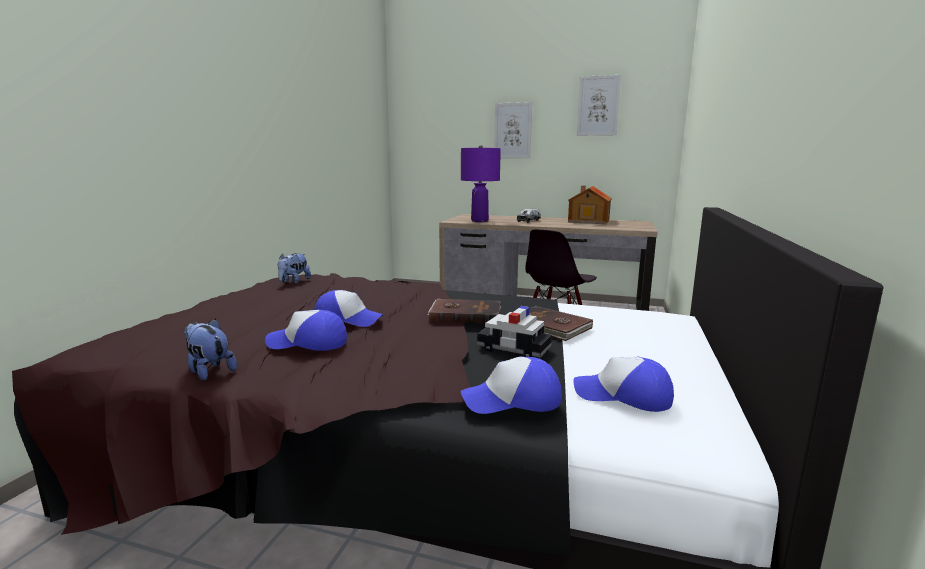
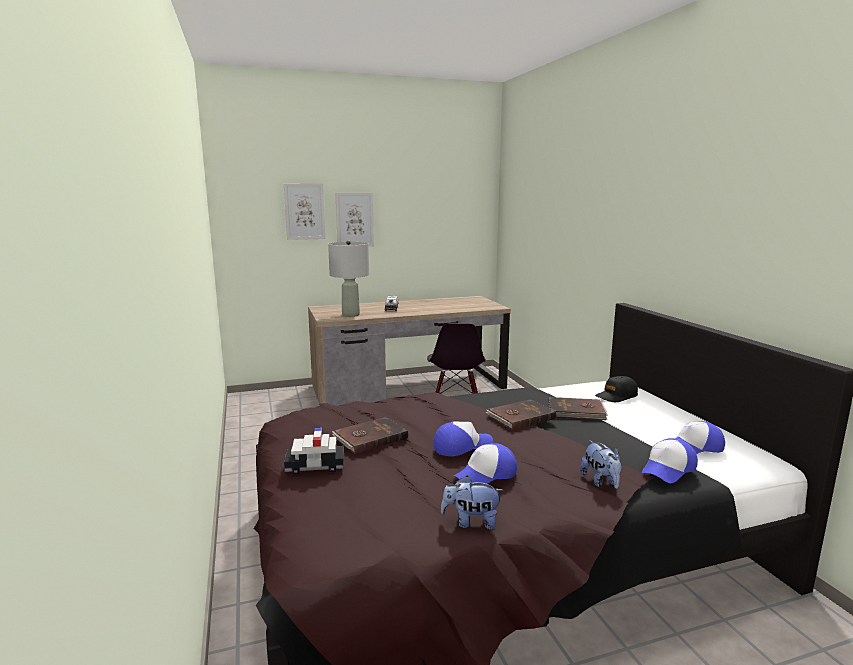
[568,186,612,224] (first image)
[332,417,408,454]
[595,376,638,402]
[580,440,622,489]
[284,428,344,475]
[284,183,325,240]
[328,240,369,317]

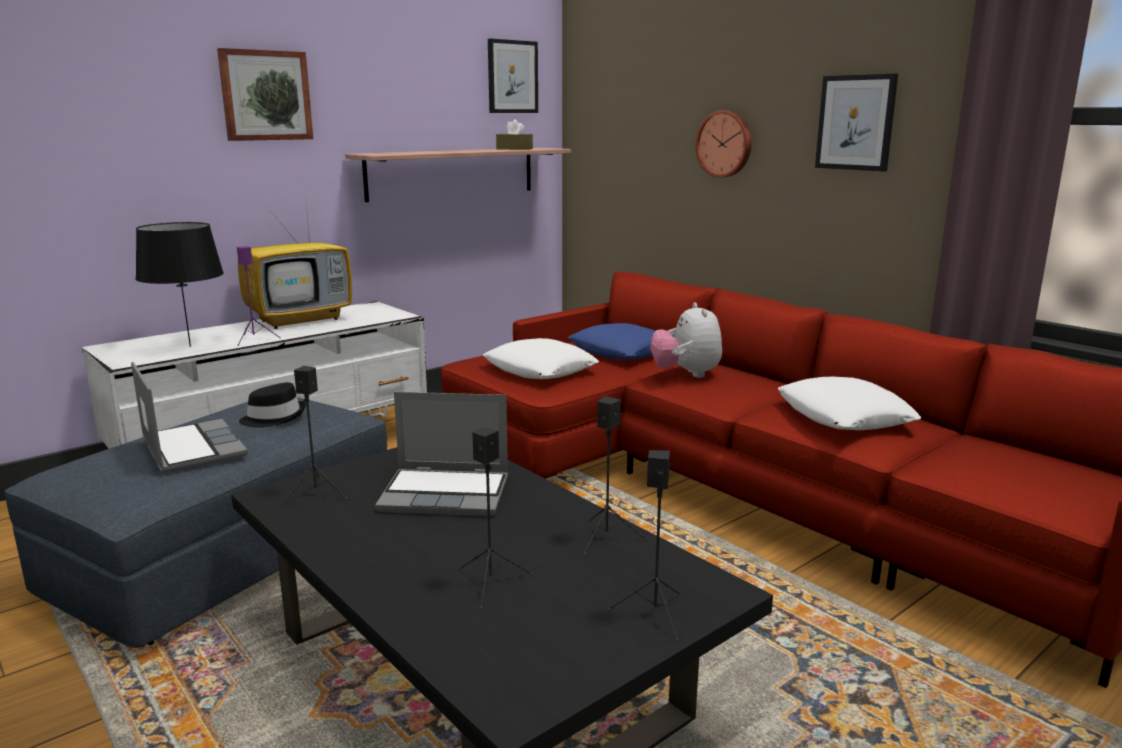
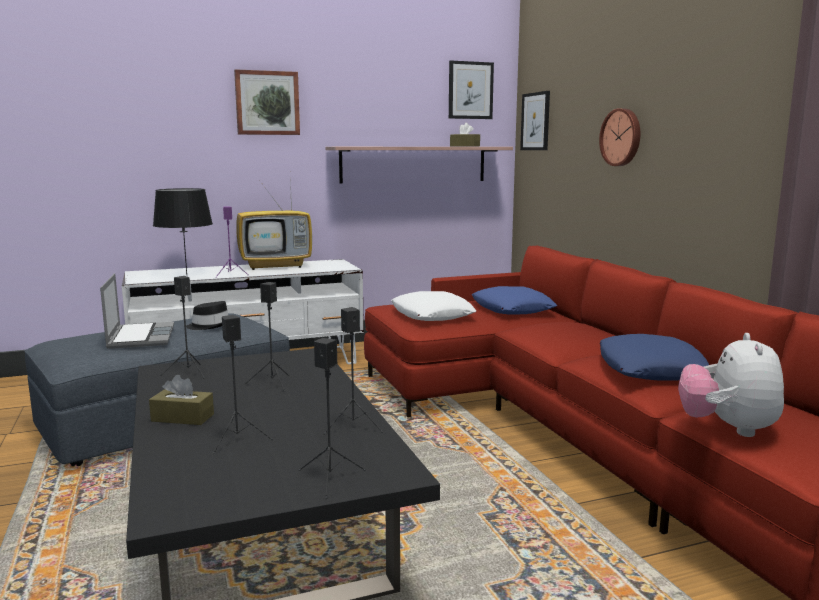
[149,375,214,425]
[678,333,784,437]
[520,91,550,150]
[244,282,289,392]
[600,334,709,381]

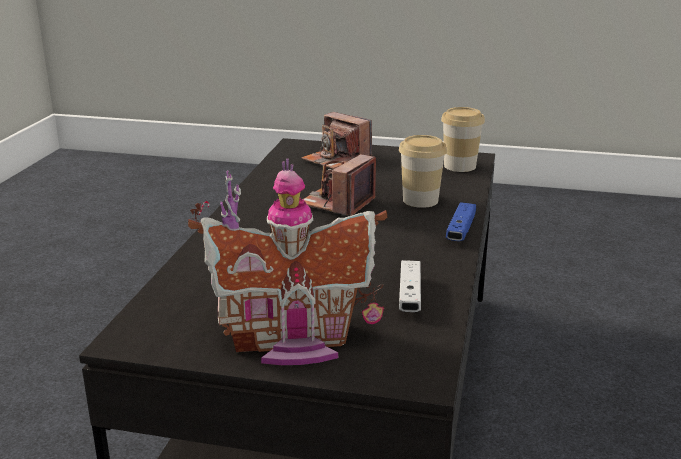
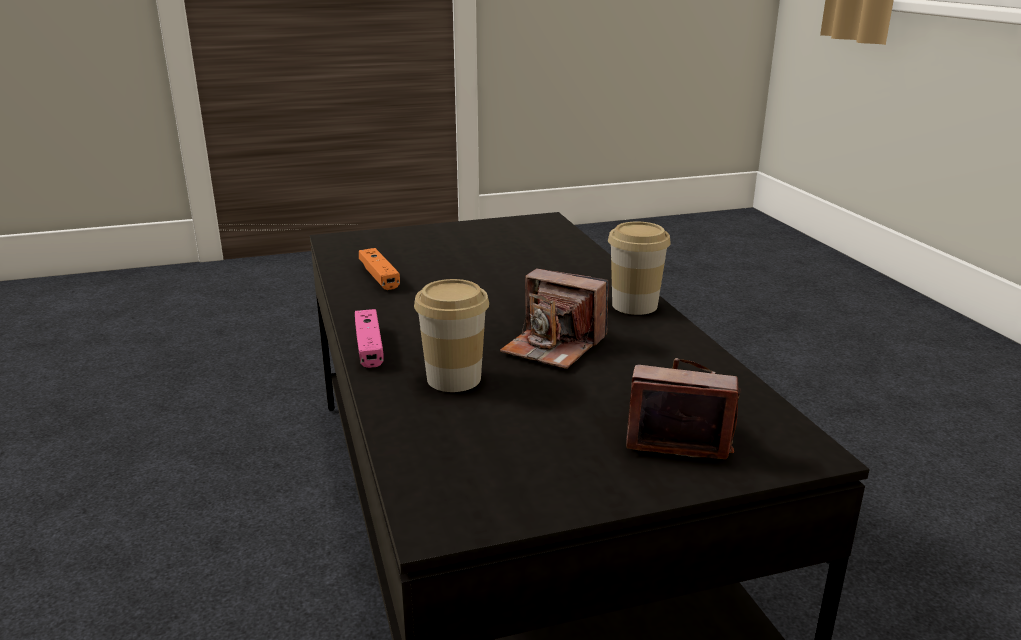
[188,159,387,365] (first image)
[608,222,671,315]
[359,248,400,290]
[355,309,384,368]
[500,268,609,369]

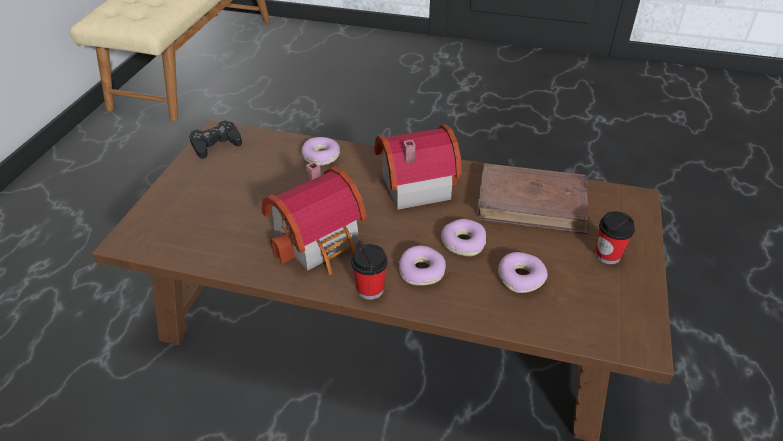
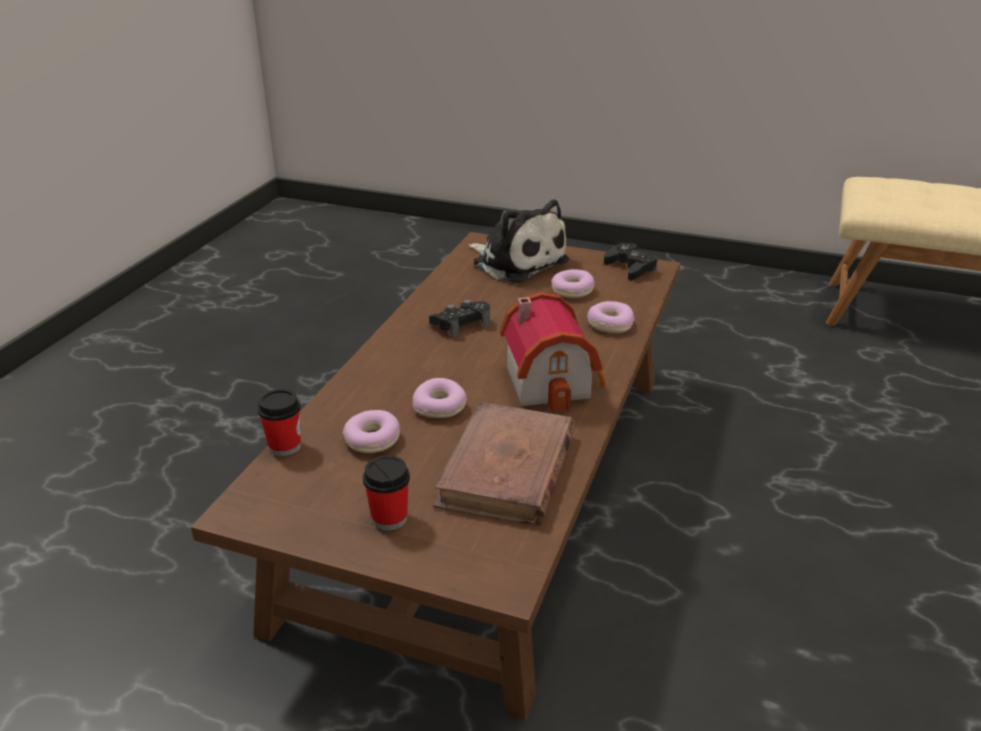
[468,200,569,283]
[257,389,301,456]
[551,269,595,298]
[429,299,490,338]

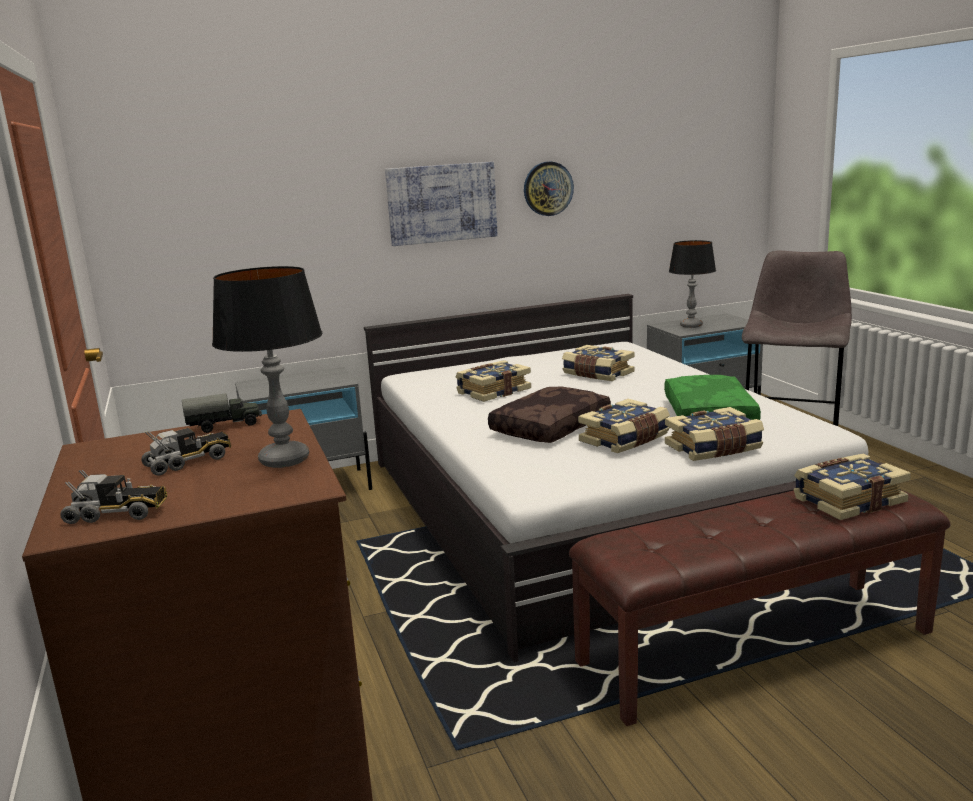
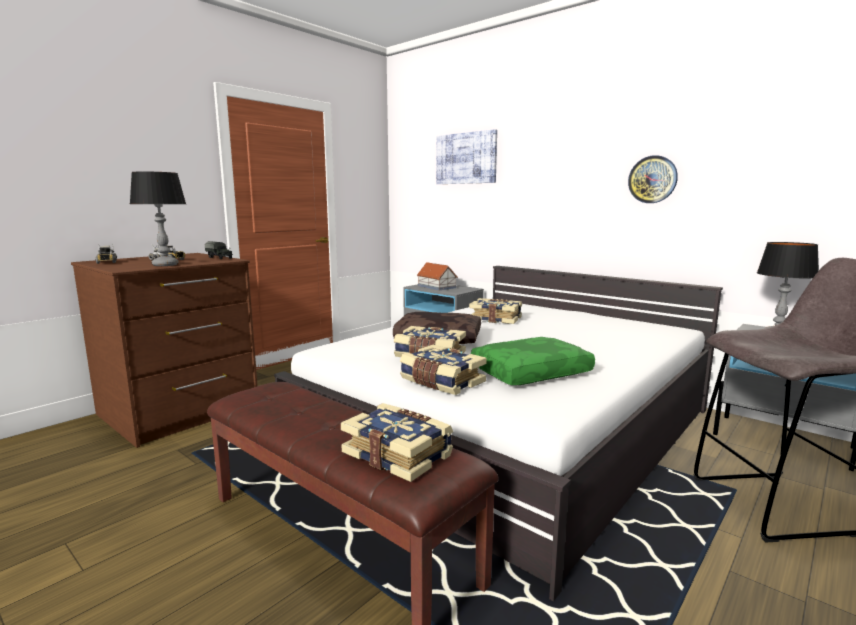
[562,345,634,381] (first image)
[417,262,458,290]
[436,129,497,184]

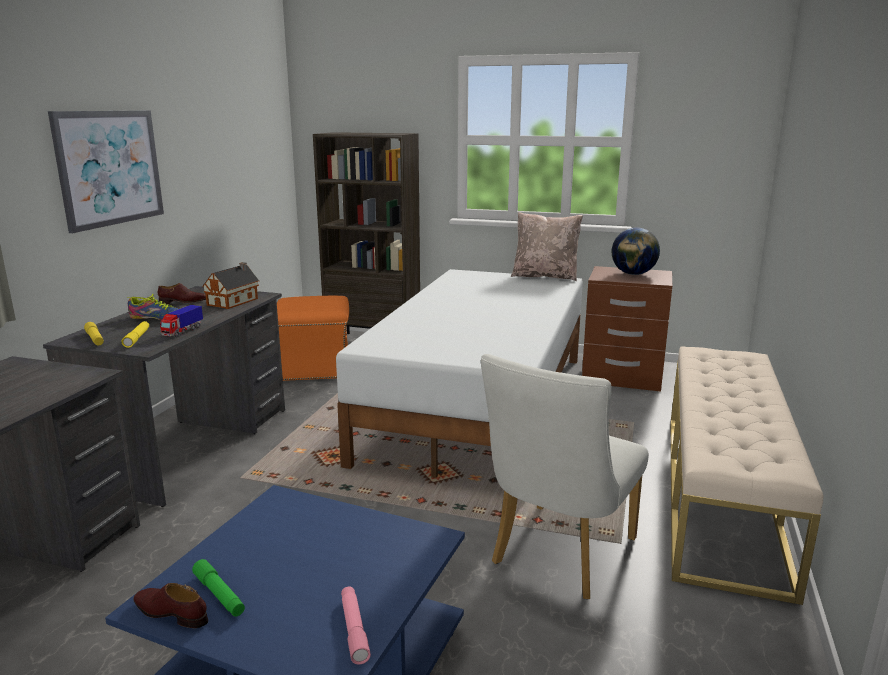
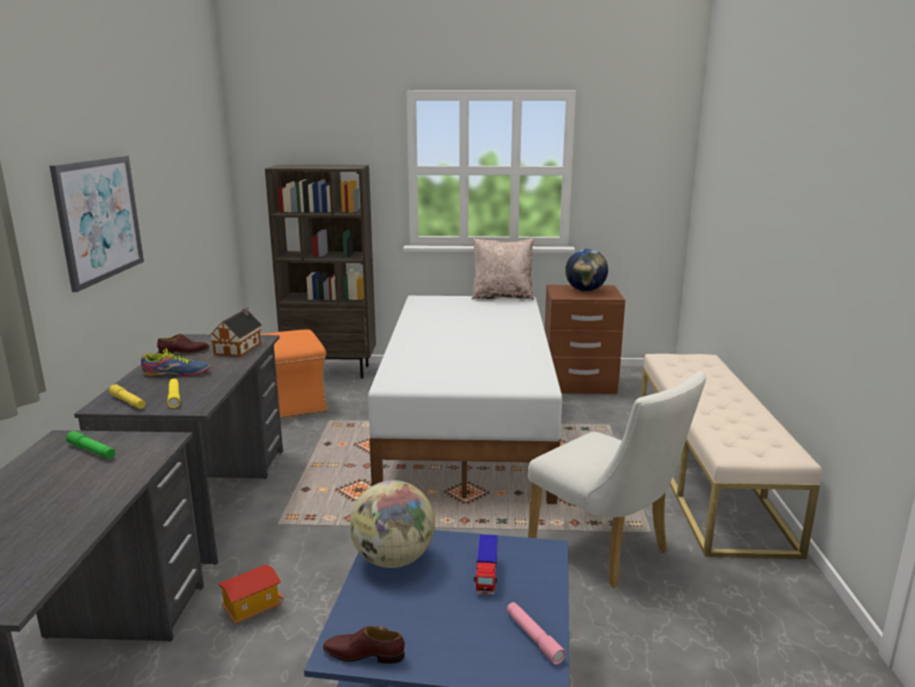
[218,564,284,625]
[349,480,435,568]
[474,534,498,595]
[66,431,115,459]
[528,371,706,588]

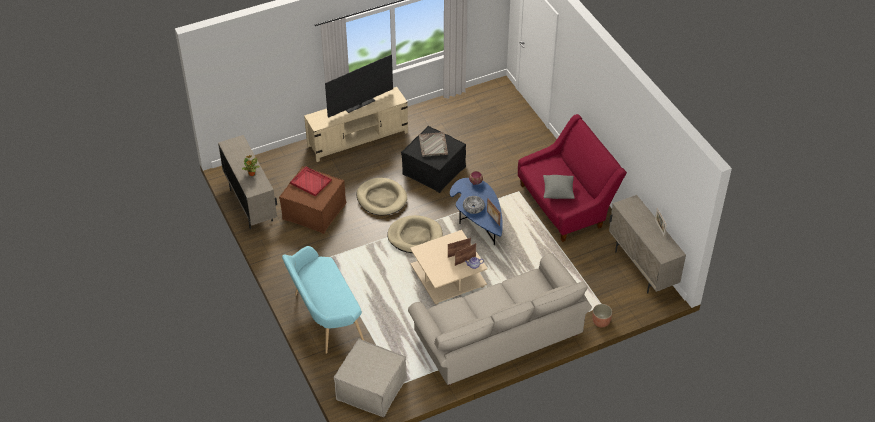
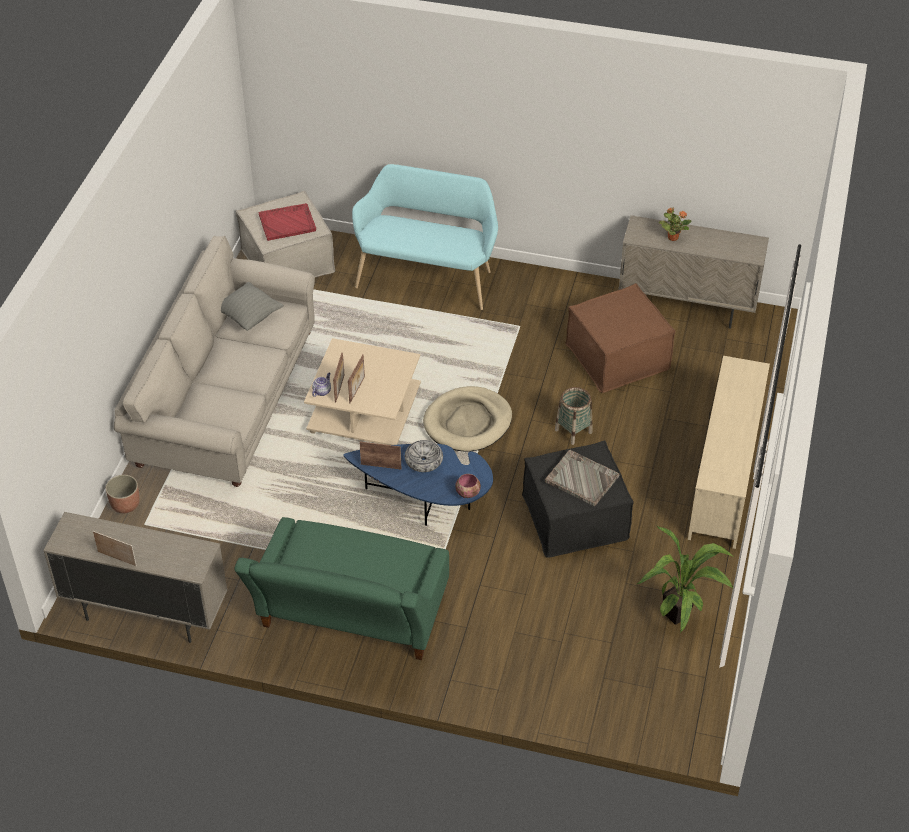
[325,55,393,118] (first image)
[637,525,733,632]
[259,203,316,241]
[221,282,284,331]
[555,387,592,445]
[234,517,449,660]

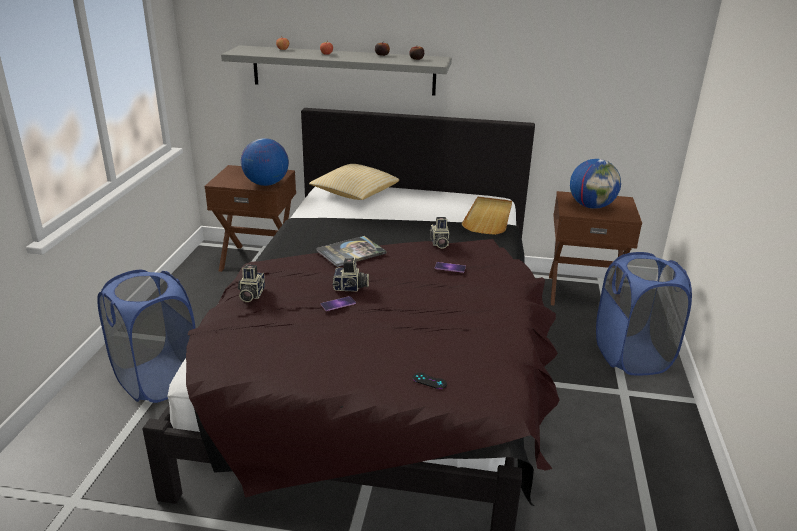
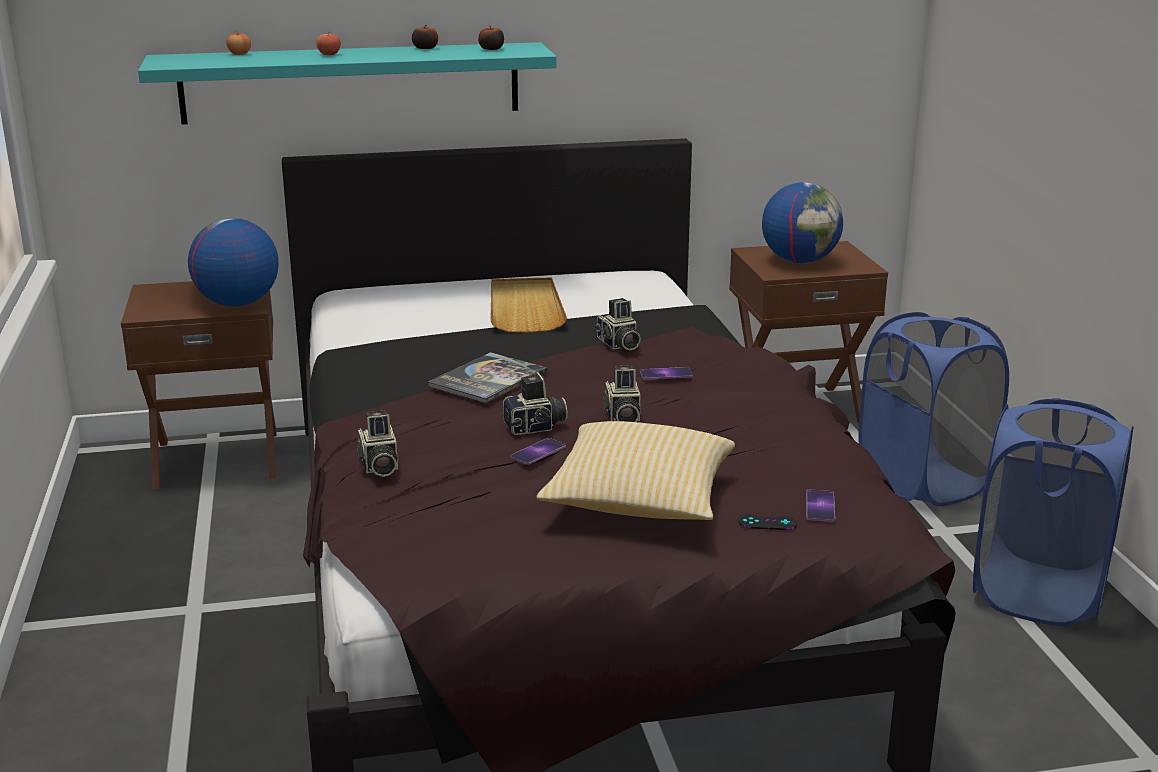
[603,365,640,422]
[806,489,835,522]
[973,398,1133,626]
[537,421,735,520]
[490,277,567,333]
[138,42,556,125]

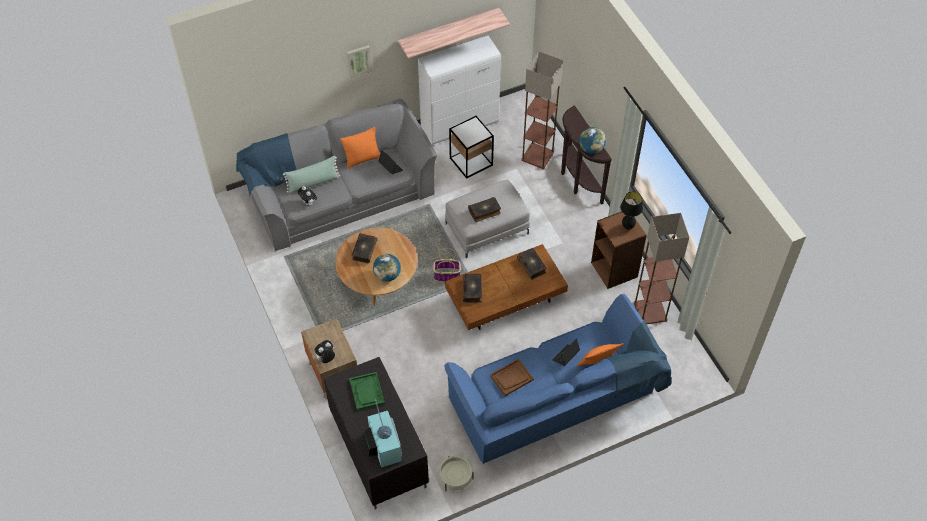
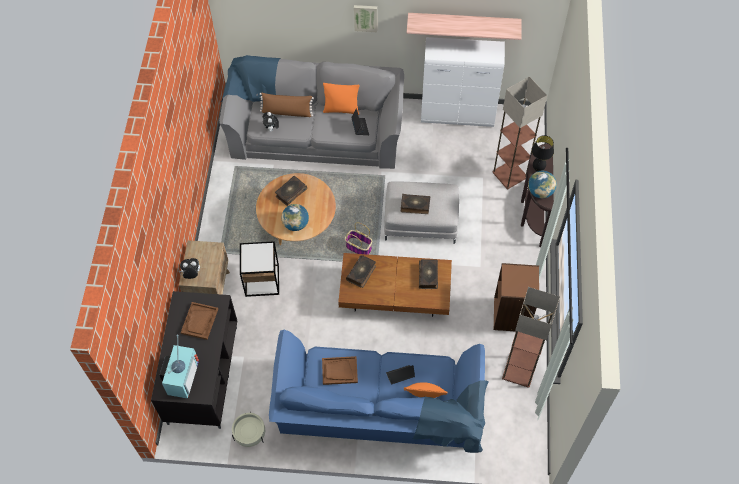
[240,241,279,297]
[532,135,554,171]
[260,92,314,117]
[181,302,218,340]

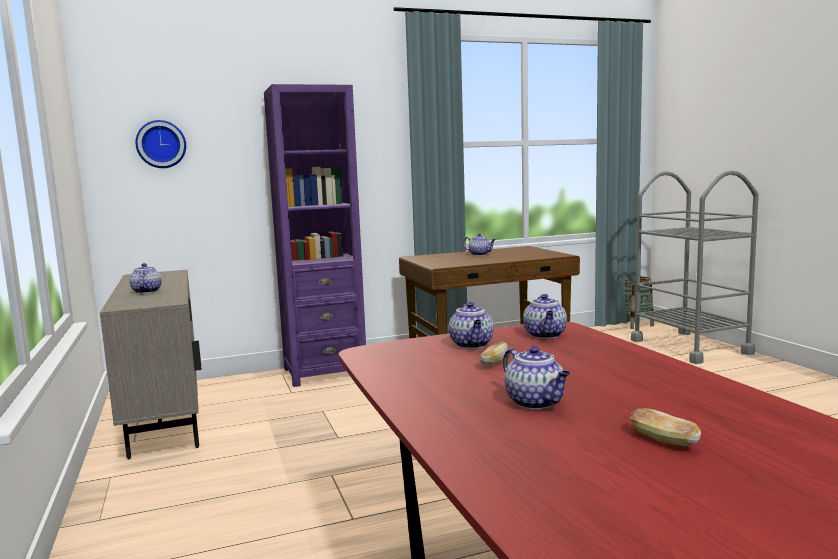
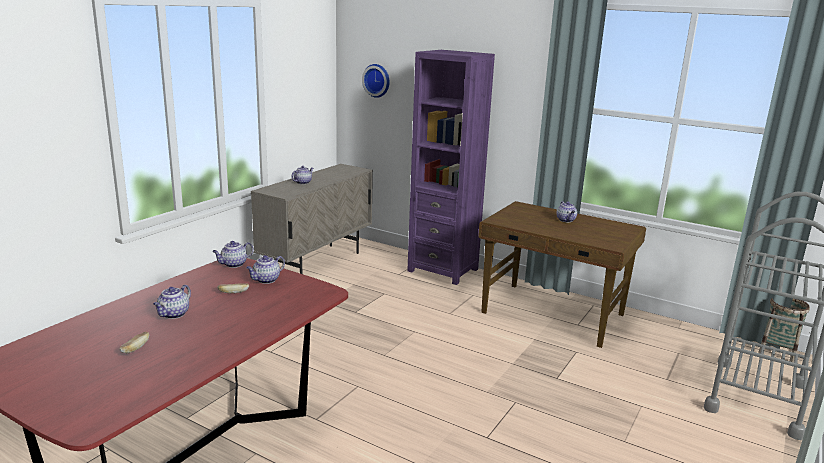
[212,241,254,268]

